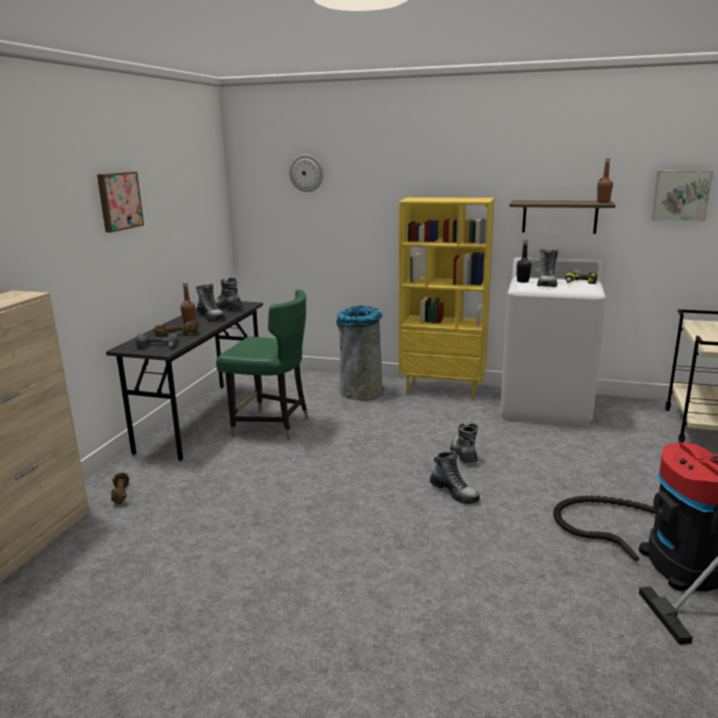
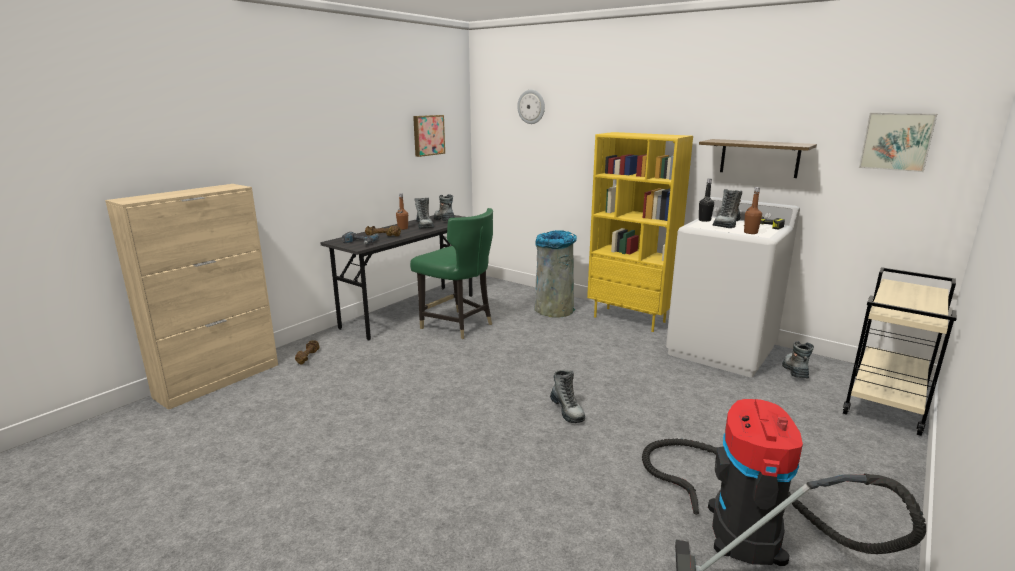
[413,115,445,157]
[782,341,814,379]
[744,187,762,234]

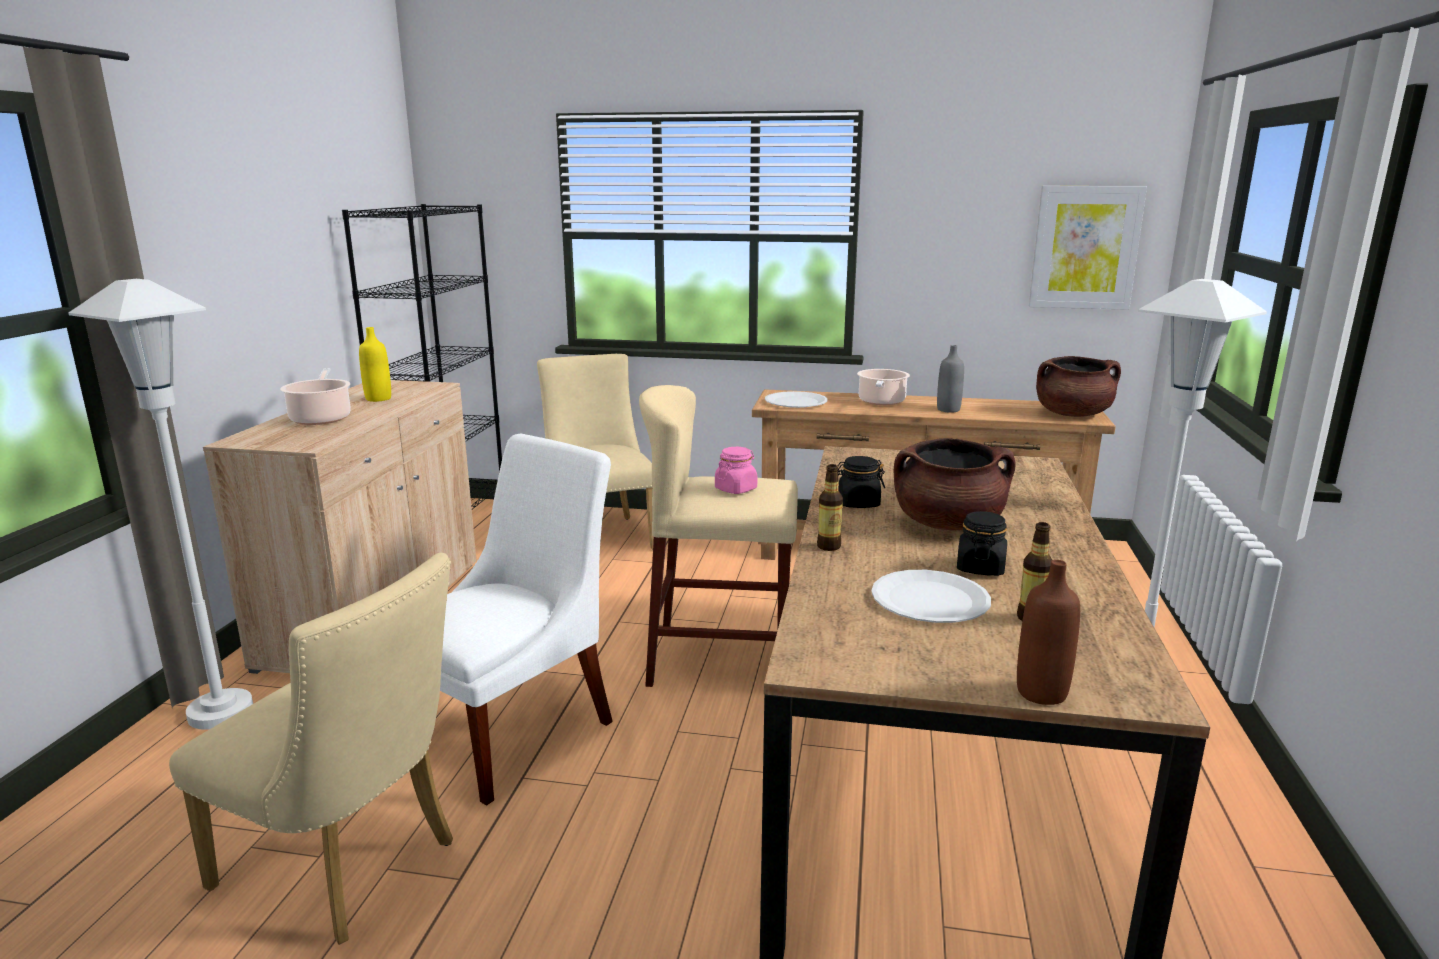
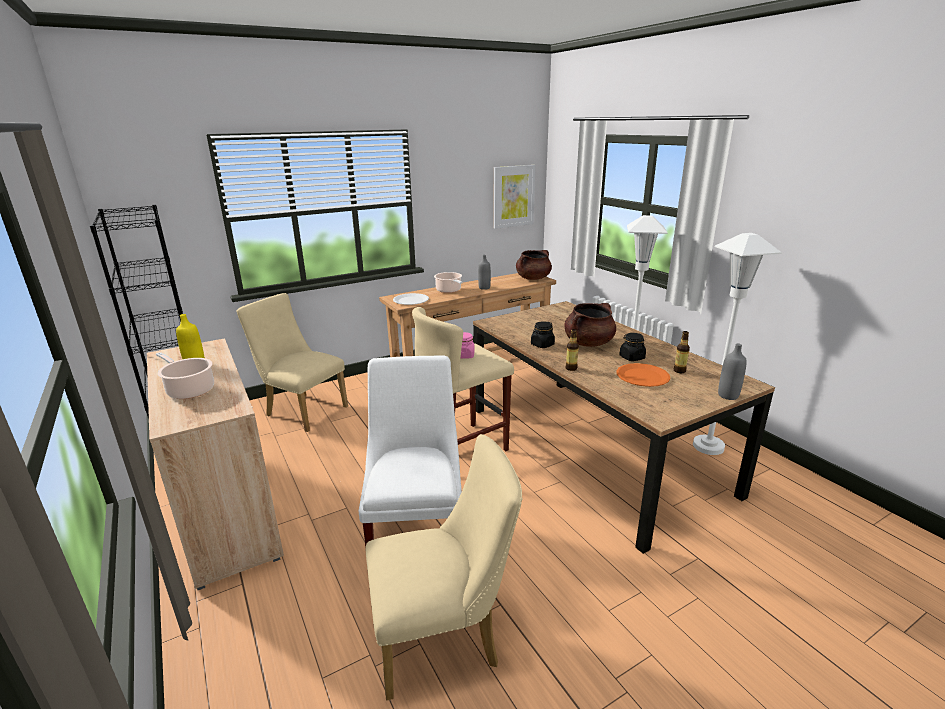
[693,233,782,455]
[616,363,670,387]
[718,343,747,400]

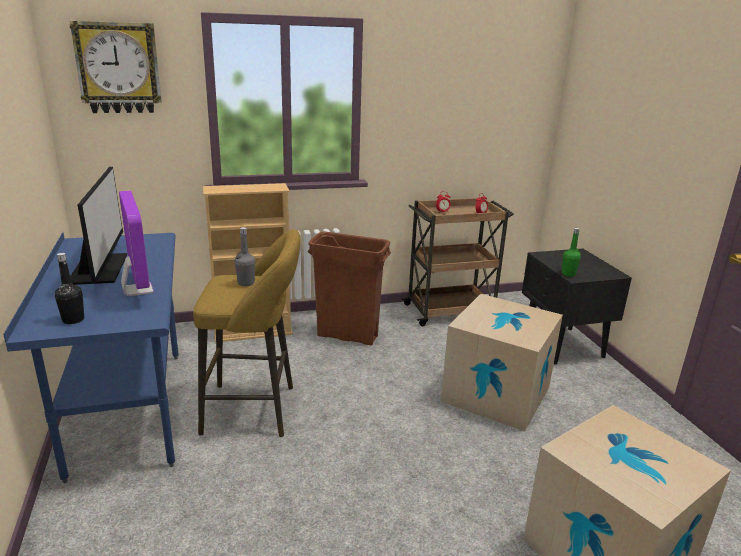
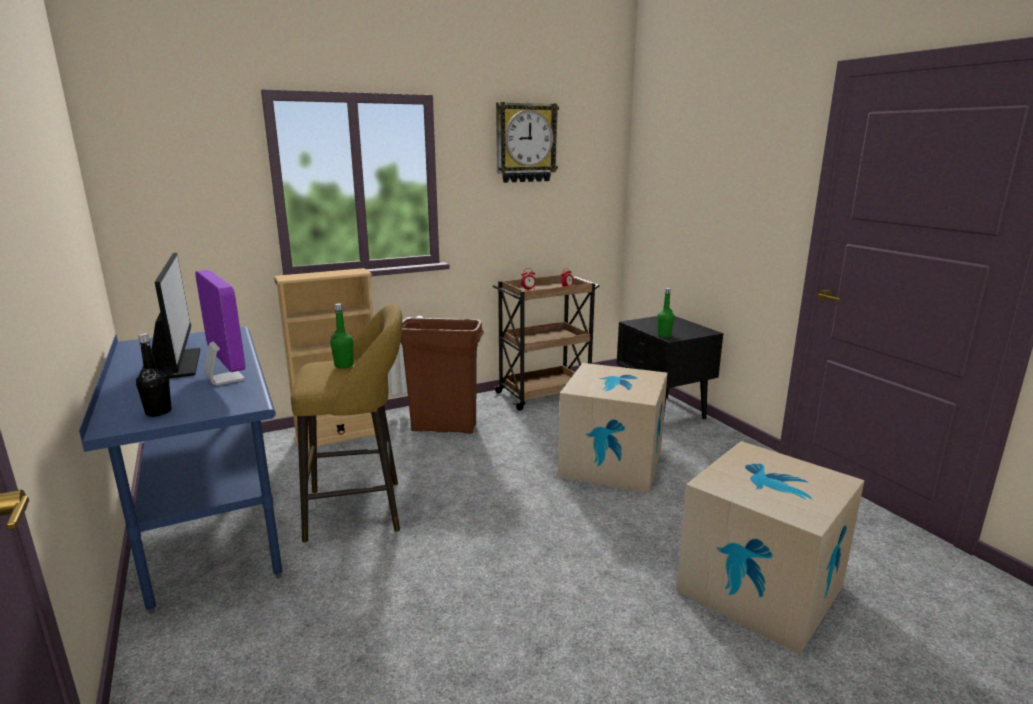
[496,102,559,183]
[330,303,354,369]

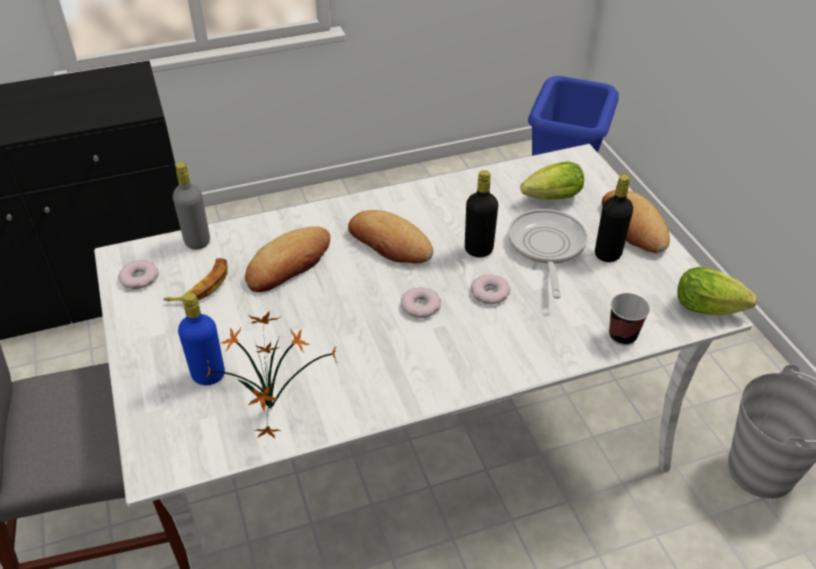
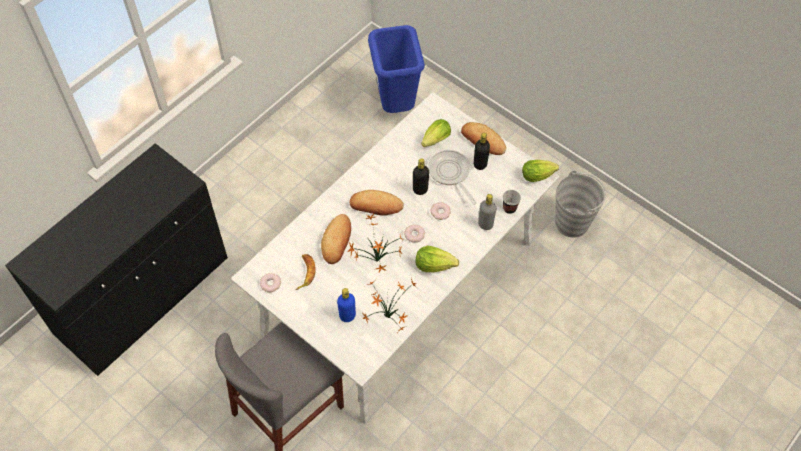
[347,214,403,272]
[416,245,459,272]
[478,194,496,230]

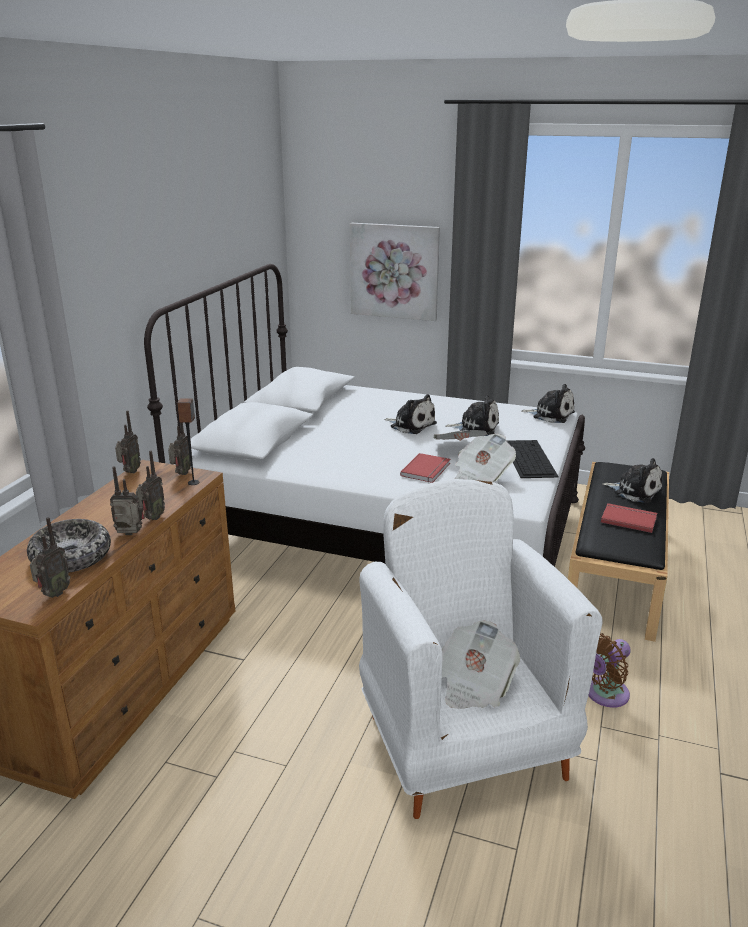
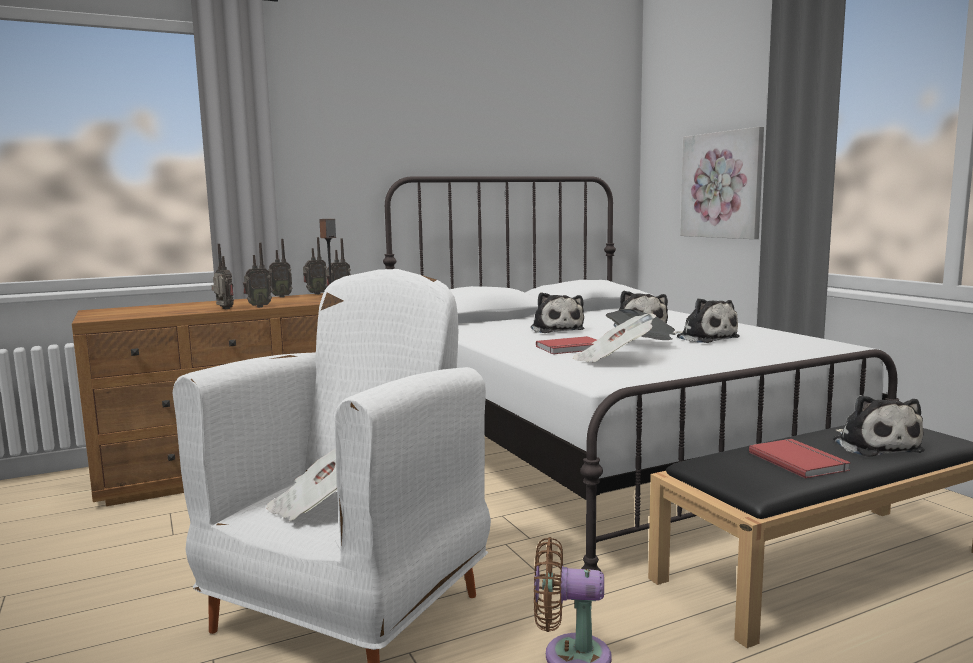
[27,519,111,572] (first image)
[507,440,559,478] (first image)
[268,239,293,298]
[531,292,585,333]

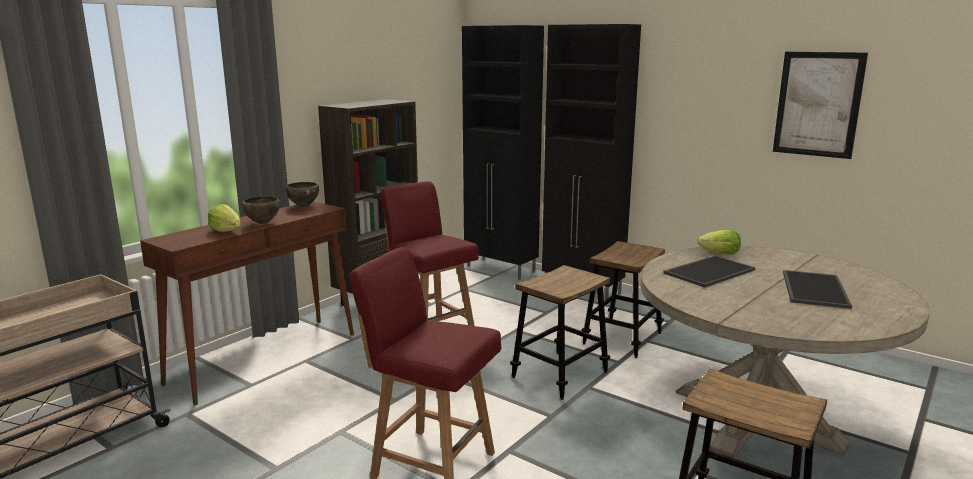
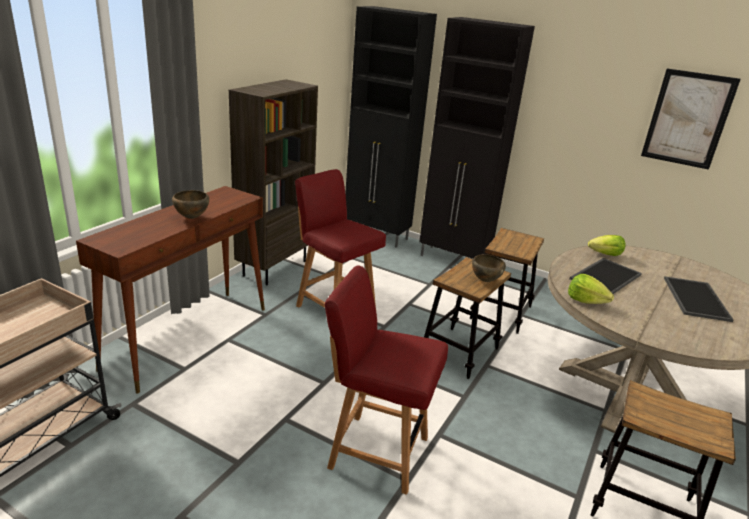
[568,274,614,304]
[472,254,506,282]

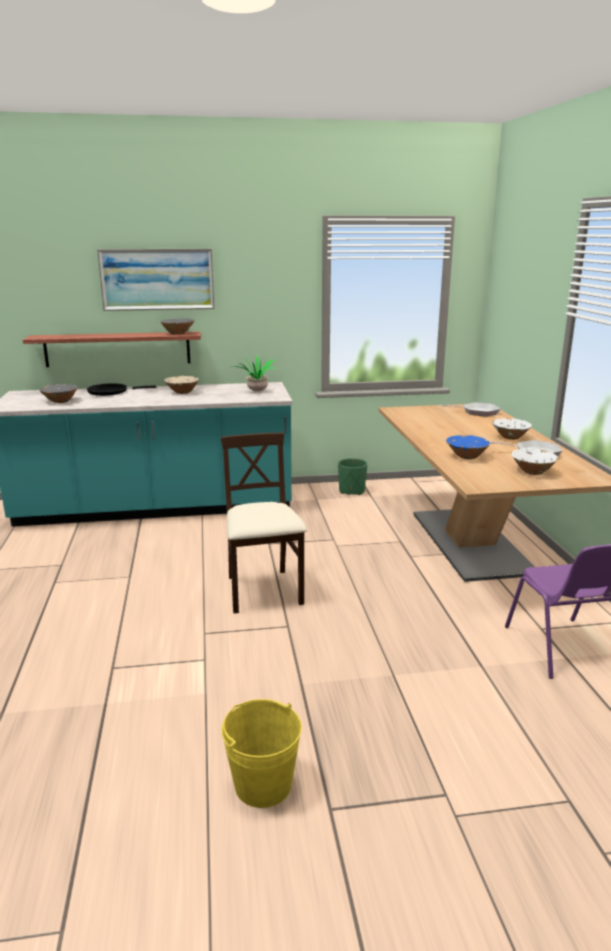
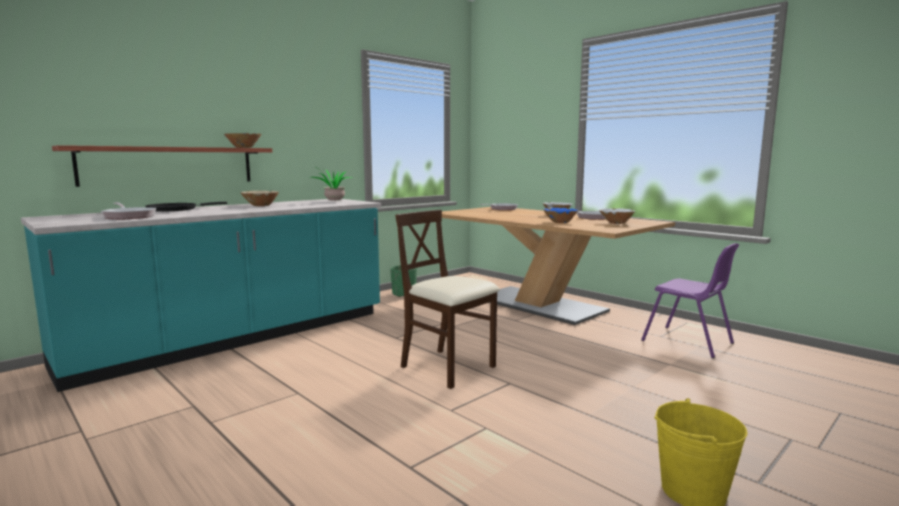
[97,249,215,311] (first image)
[101,202,156,220]

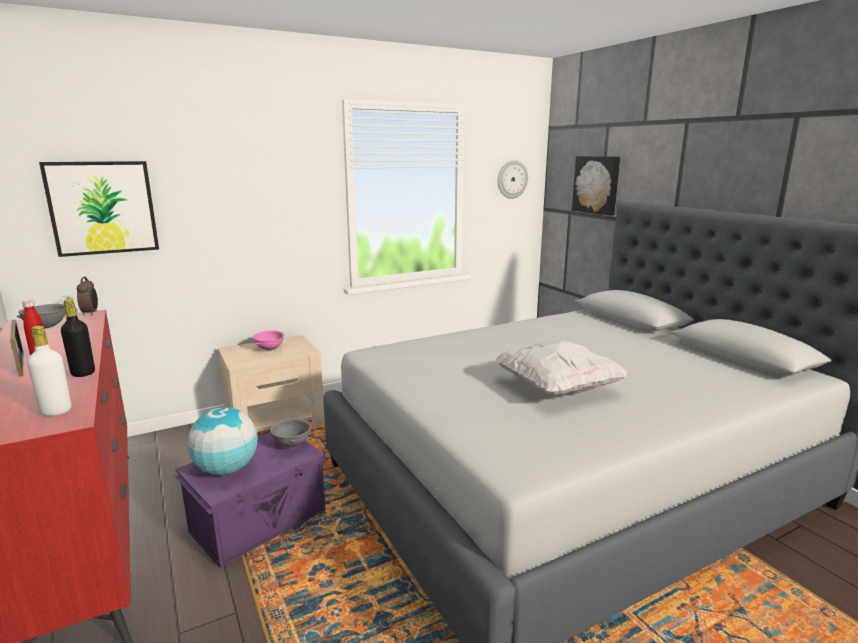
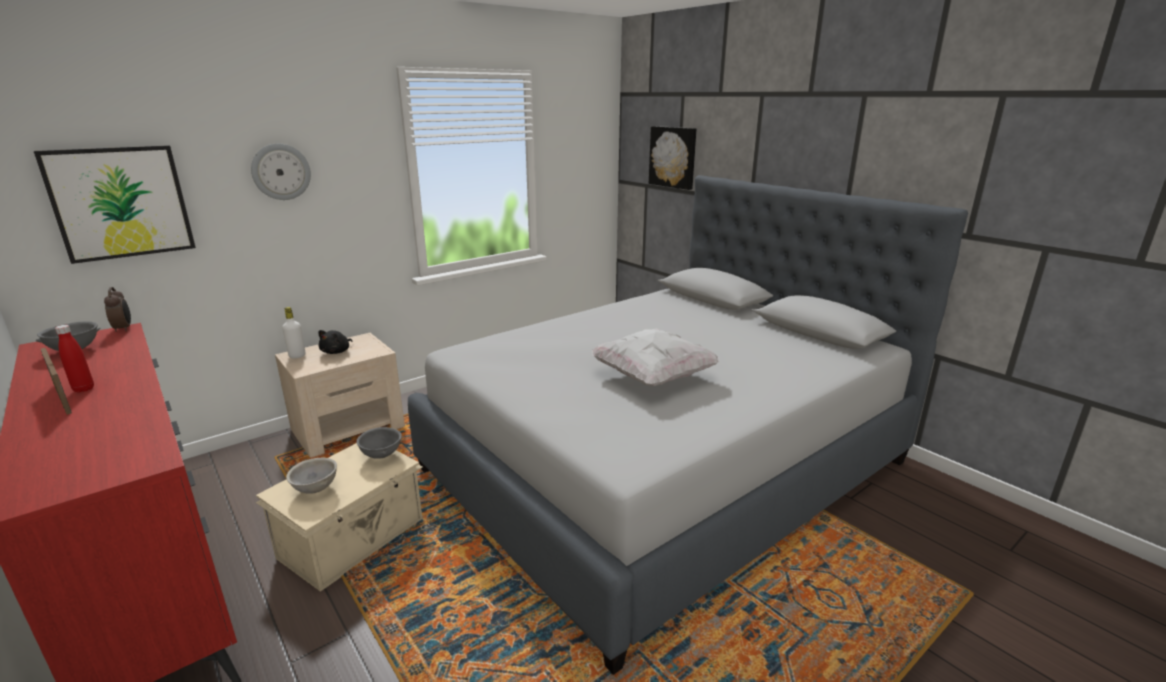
[61,299,95,377] (first image)
[282,307,305,358]
[251,144,311,200]
[286,457,337,494]
[318,330,352,354]
[256,443,423,592]

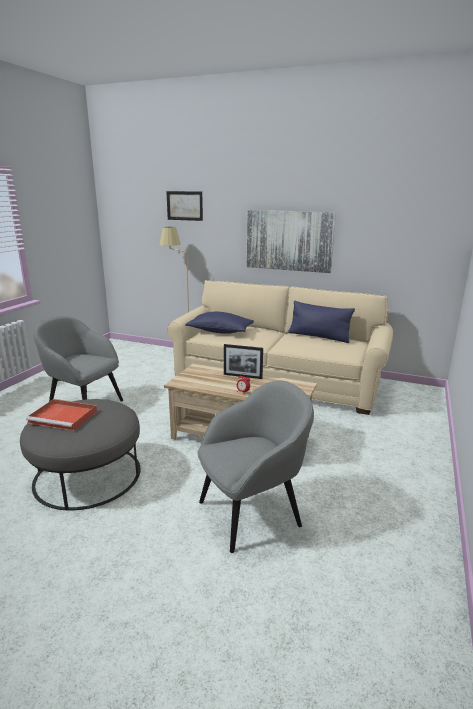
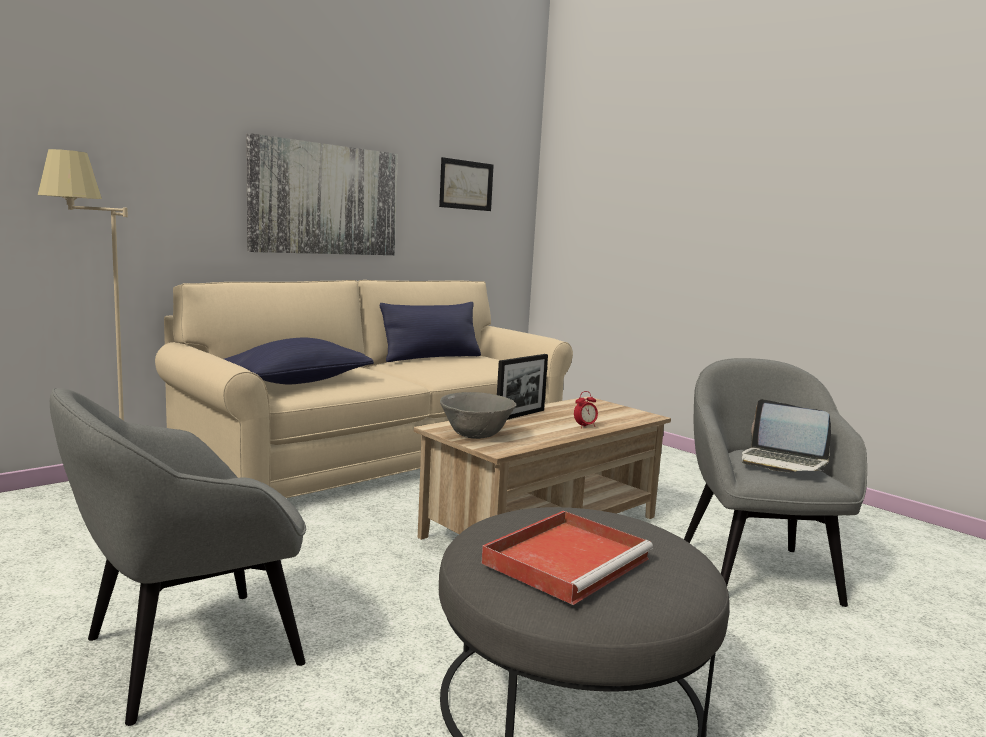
[440,392,517,439]
[742,399,831,472]
[439,157,494,211]

